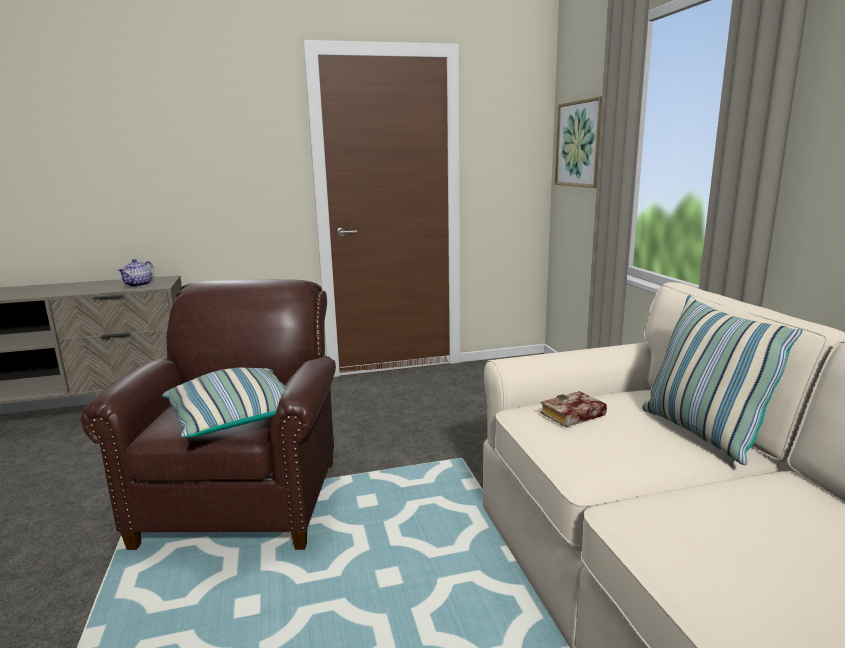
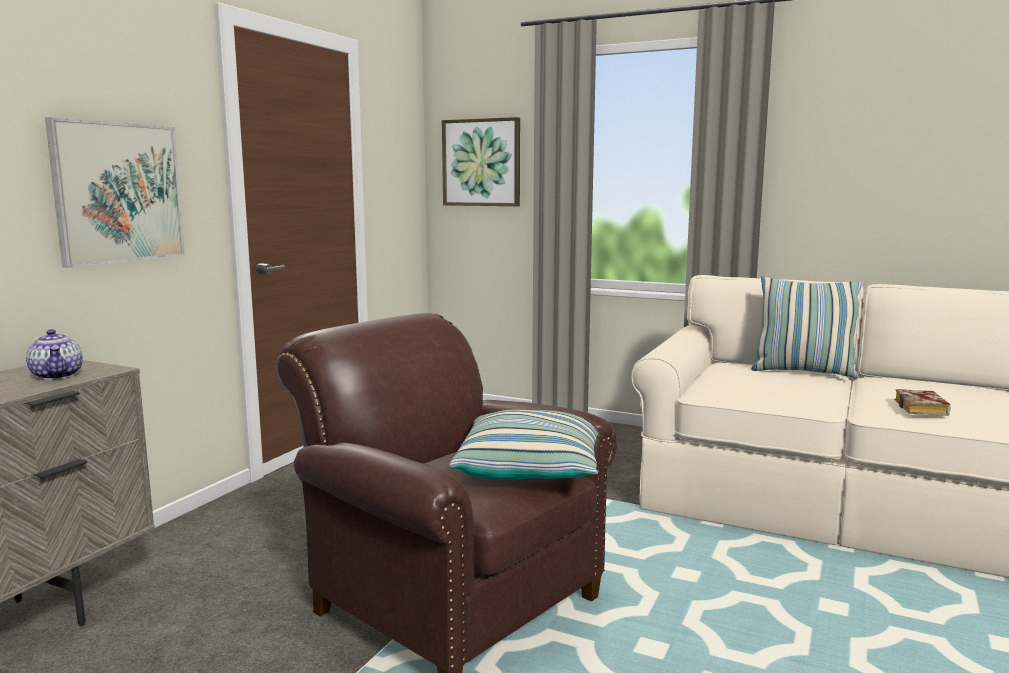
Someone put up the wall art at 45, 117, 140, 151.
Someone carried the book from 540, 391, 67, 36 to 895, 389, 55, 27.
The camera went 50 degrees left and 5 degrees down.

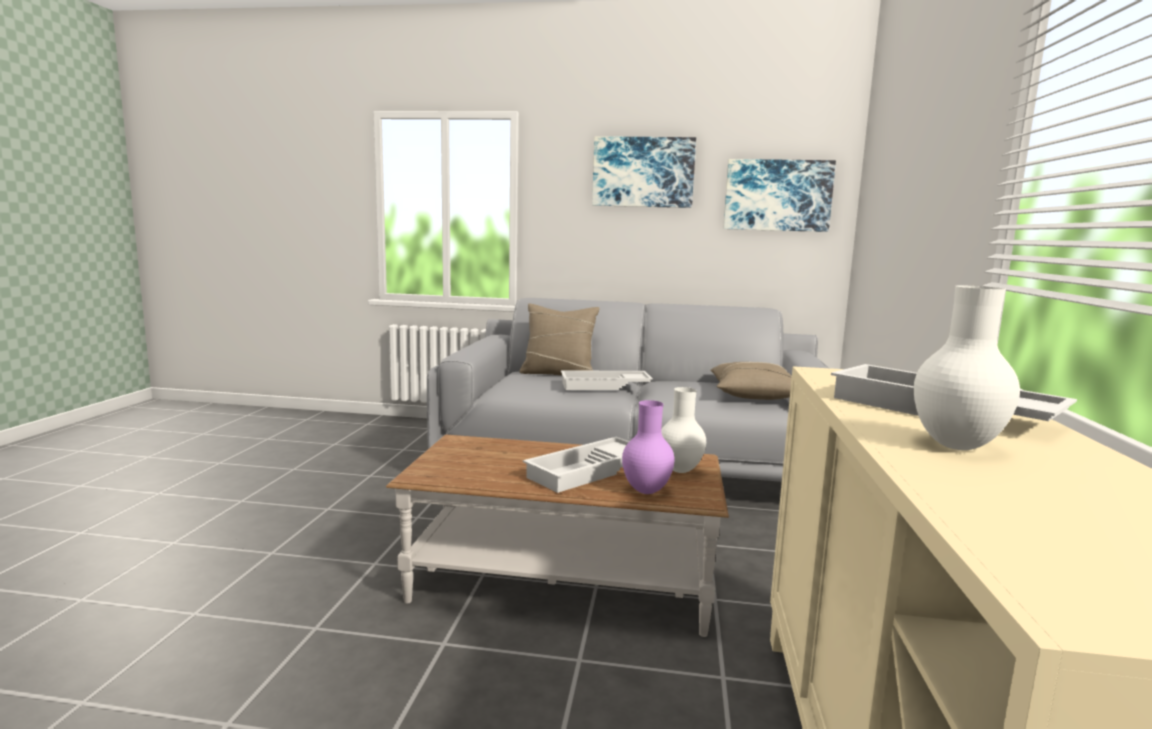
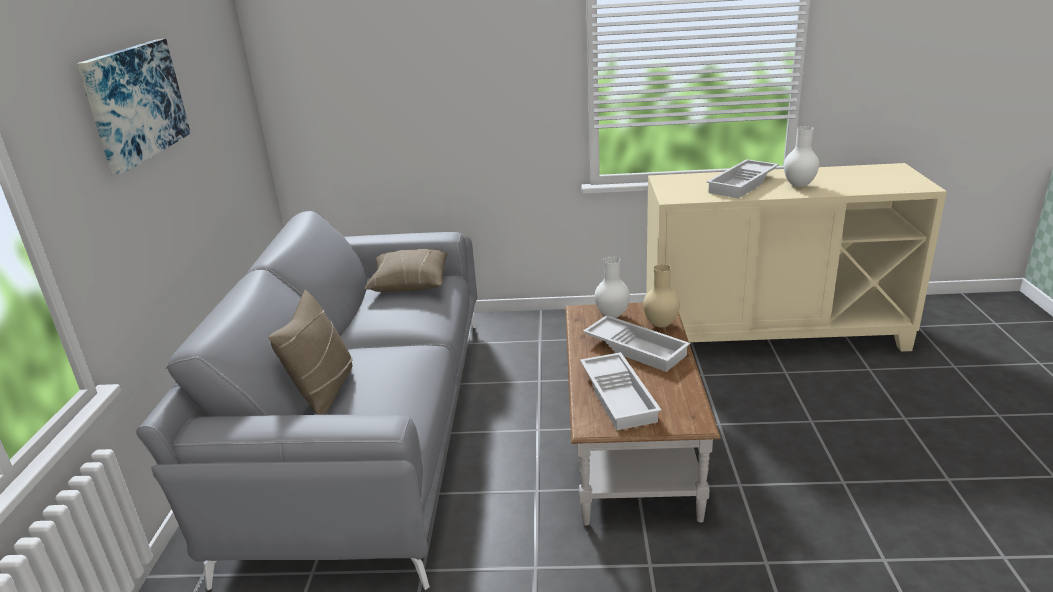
Someone took away the wall art at 723, 159, 113, 73.
Someone carried the white tray from 561, 370, 92, 20 to 580, 352, 82, 78.
Someone repainted the purple vase at 622, 400, 53, 94, which became the beige-coloured vase at 643, 264, 37, 64.
The camera went 95 degrees left and 15 degrees up.

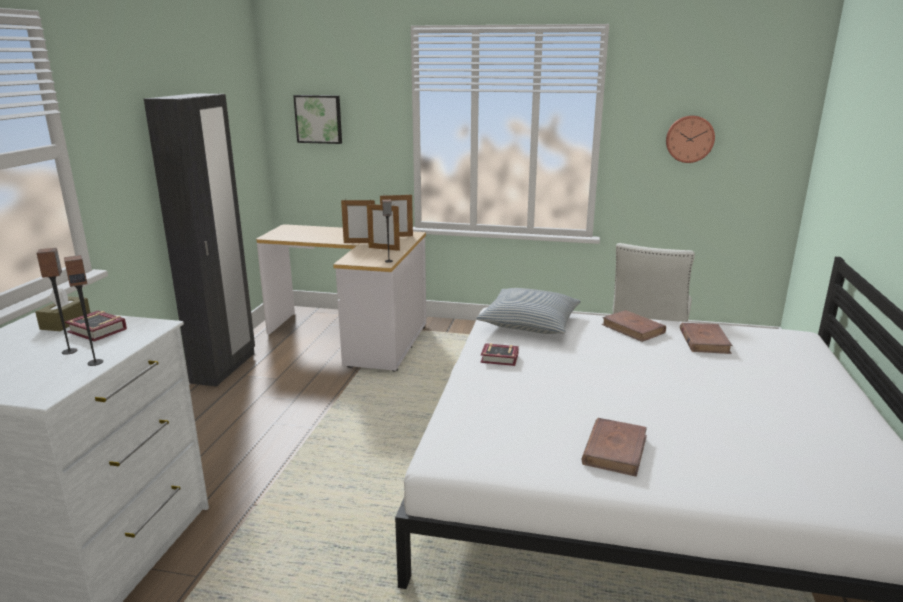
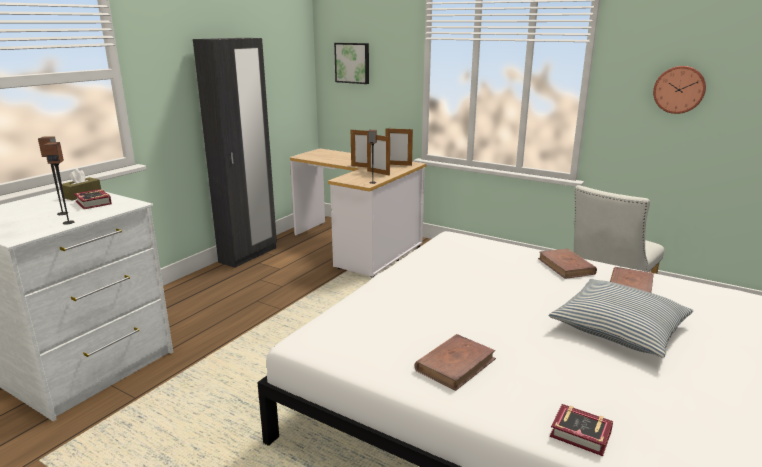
Someone carried the cushion from 476, 288, 105, 46 to 549, 279, 144, 79.
Someone carried the book from 481, 343, 38, 23 to 550, 404, 63, 52.
The camera went 20 degrees right and 0 degrees up.

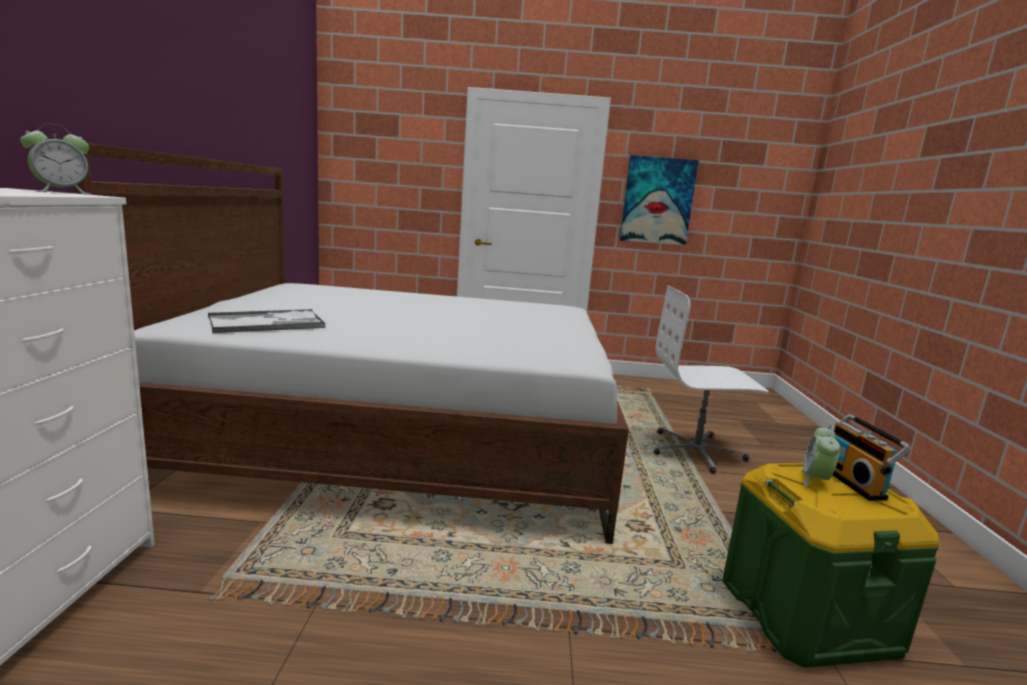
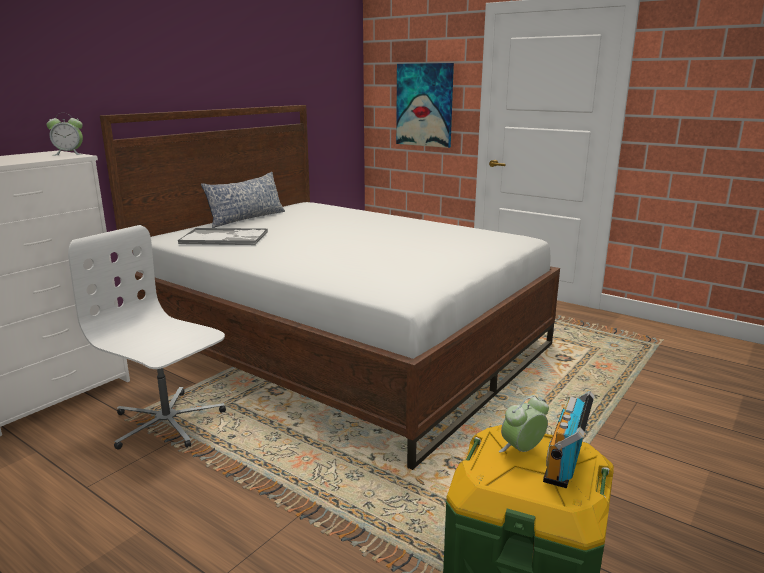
Someone put down the cushion at 201, 172, 84, 56.
Someone carried the wall art from 620, 155, 79, 91 to 396, 63, 58, 85.
Someone carried the white computer chair from 654, 285, 115, 189 to 68, 225, 158, 225.
The camera went 35 degrees right and 5 degrees up.

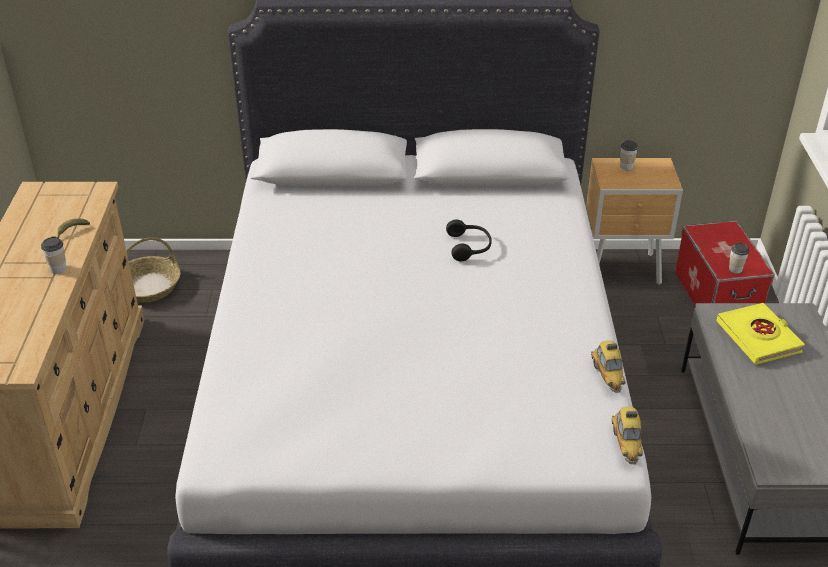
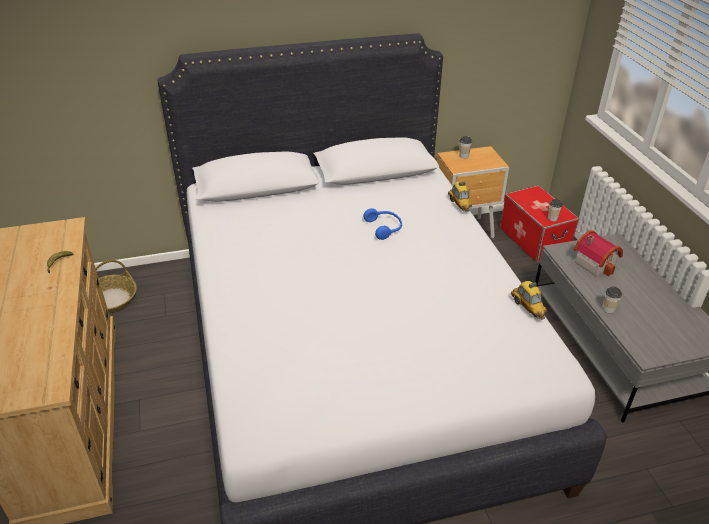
Someone carried the drinking cup from 41, 236, 26, 38 to 603, 286, 19, 27.
Someone carried the miniature car from 612, 407, 31, 57 to 448, 182, 24, 30.
Someone swapped the yellow book at 716, 303, 89, 62 for the miniature house at 574, 230, 49, 47.
Someone repainted the black headphones at 446, 219, 46, 42, which became the blue headphones at 363, 208, 39, 32.
The camera went 15 degrees left and 0 degrees up.

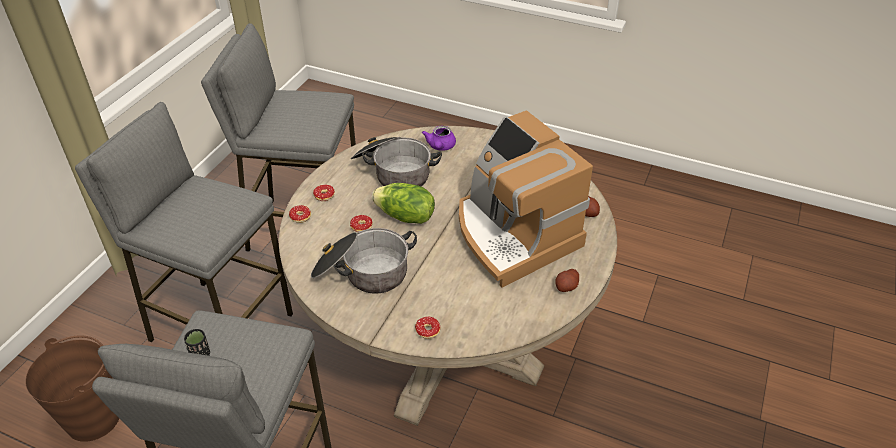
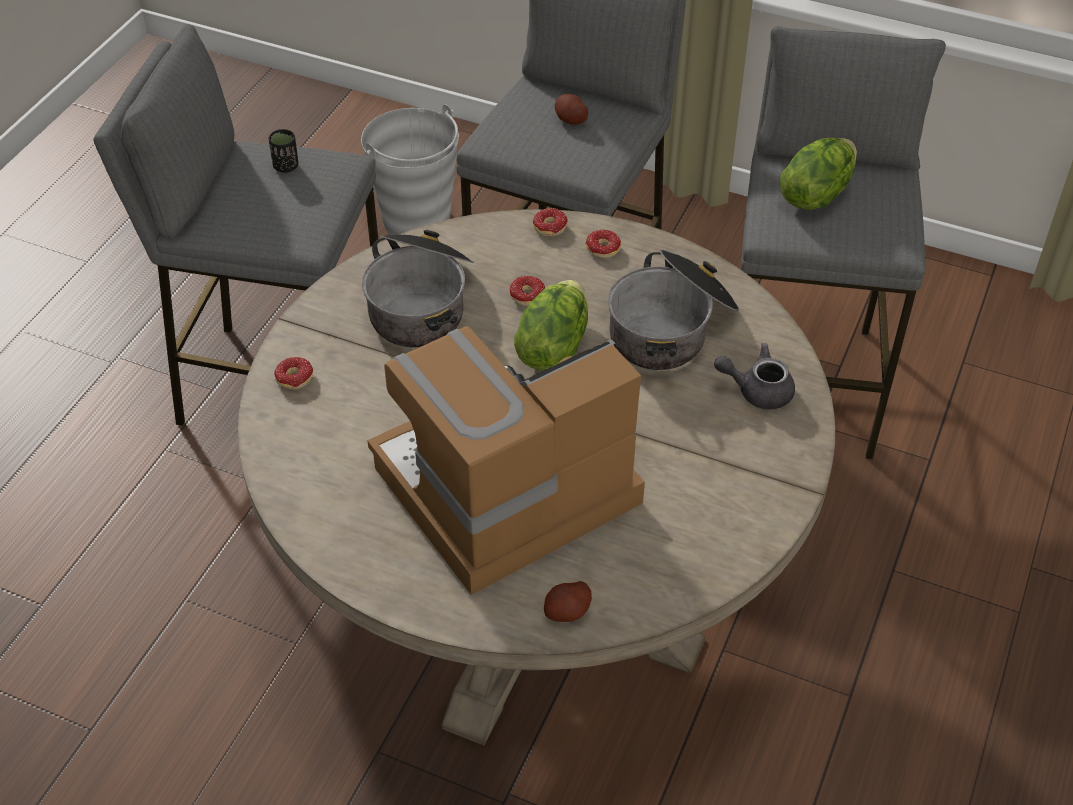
Someone put down the lettuce head at 780, 137, 77, 73.
Someone carried the potato from 555, 269, 24, 23 to 555, 94, 33, 31.
Someone repainted the brown water bucket at 25, 335, 94, 107, which became the gray water bucket at 361, 105, 98, 130.
Someone repainted the purple teapot at 422, 126, 34, 25, which became the gray teapot at 714, 343, 81, 67.
The camera went 90 degrees right and 5 degrees up.

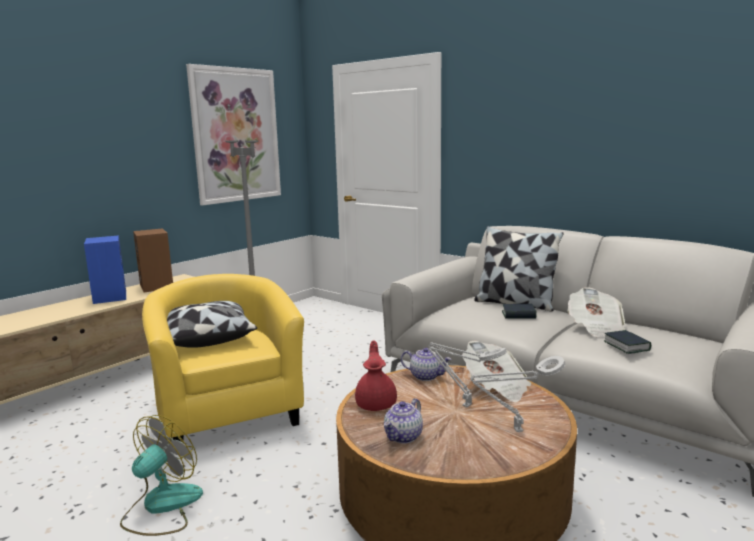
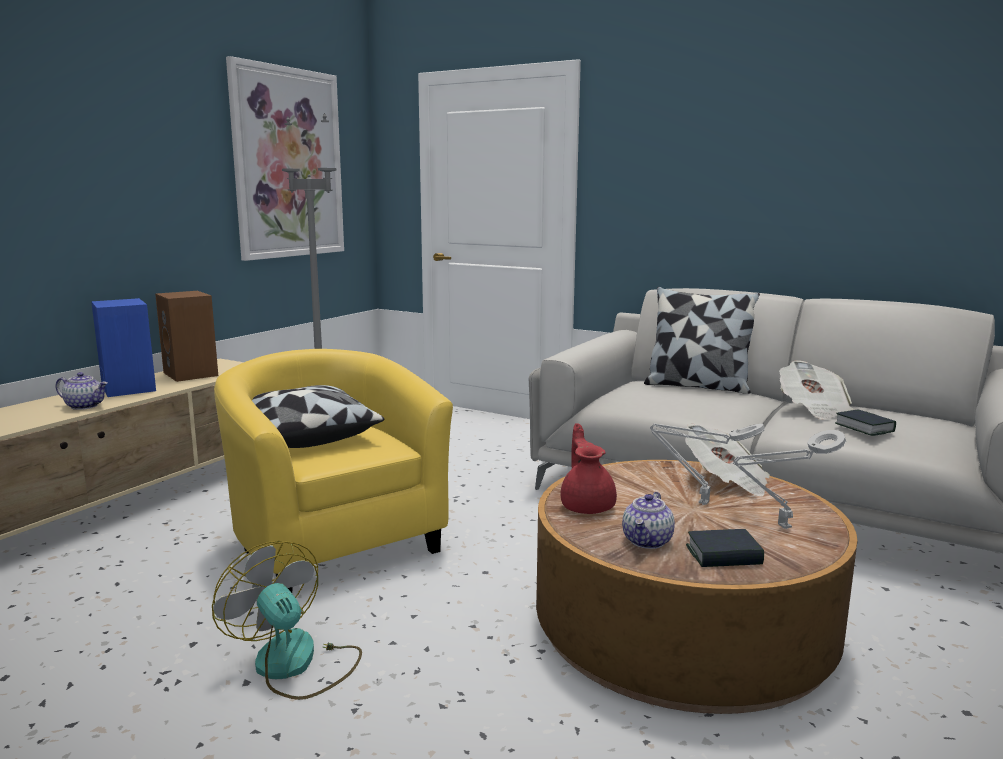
Someone carried the teapot from 401, 348, 50, 33 to 56, 372, 52, 38.
Someone carried the book from 502, 304, 34, 15 to 686, 529, 78, 38.
Someone rotated the fan at 120, 415, 83, 121 by 60 degrees counterclockwise.
The camera went 10 degrees left and 0 degrees up.

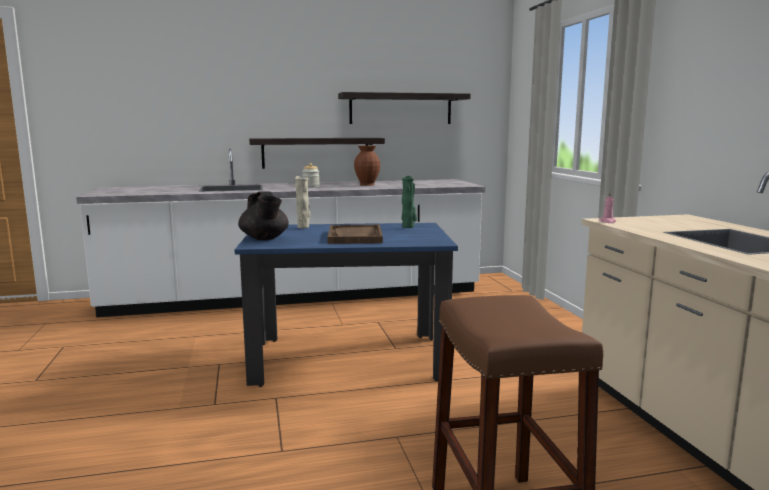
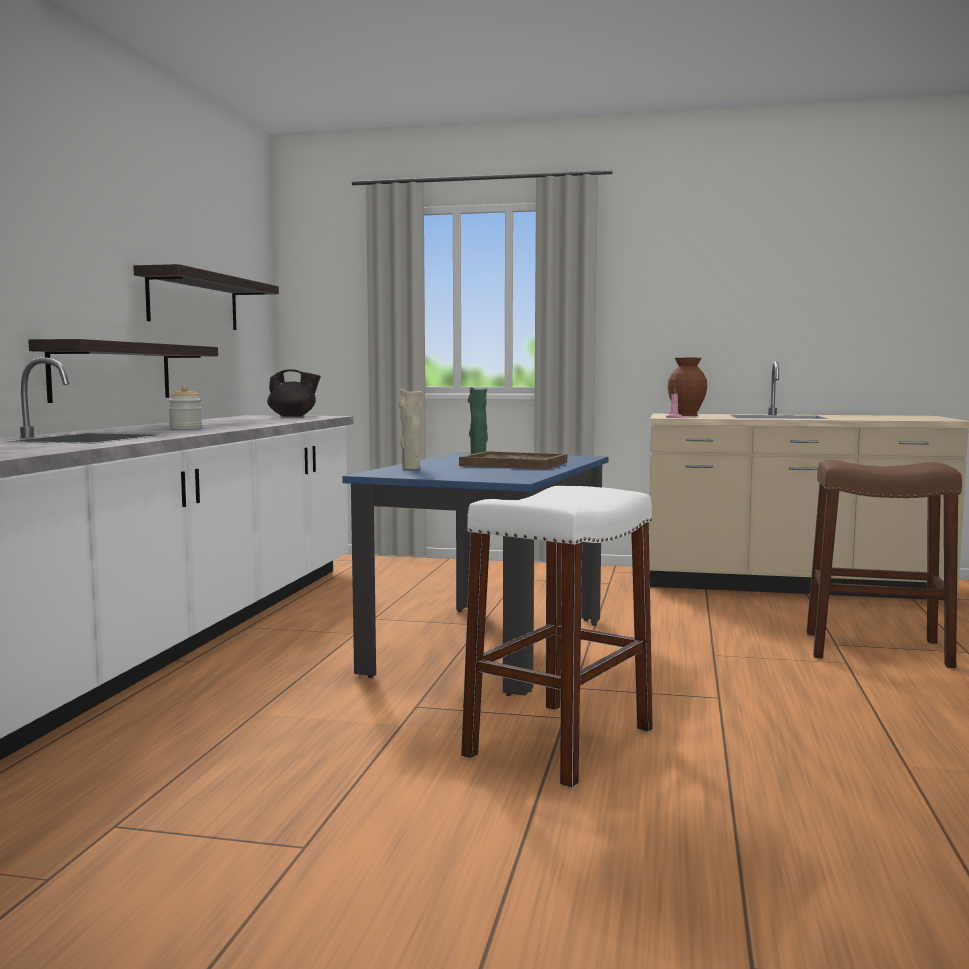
Someone put down the white stool seat at 461, 486, 192, 302.
Someone carried the black teapot from 238, 191, 51, 49 to 267, 369, 54, 48.
Someone carried the brown vase from 354, 146, 26, 40 to 667, 358, 40, 58.
The camera went 65 degrees left and 5 degrees down.

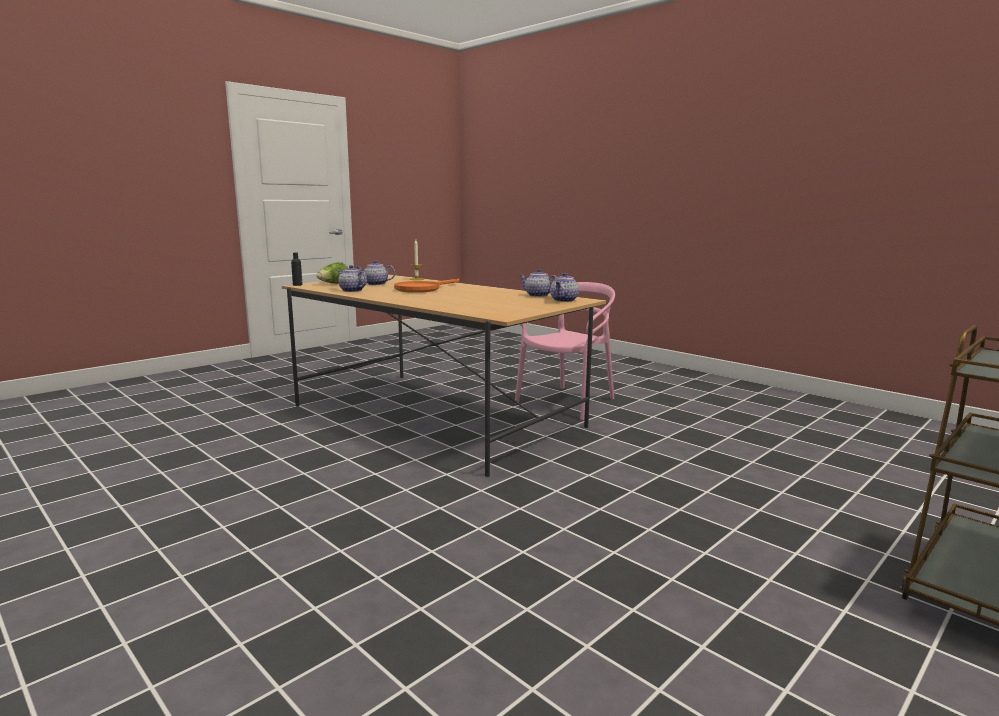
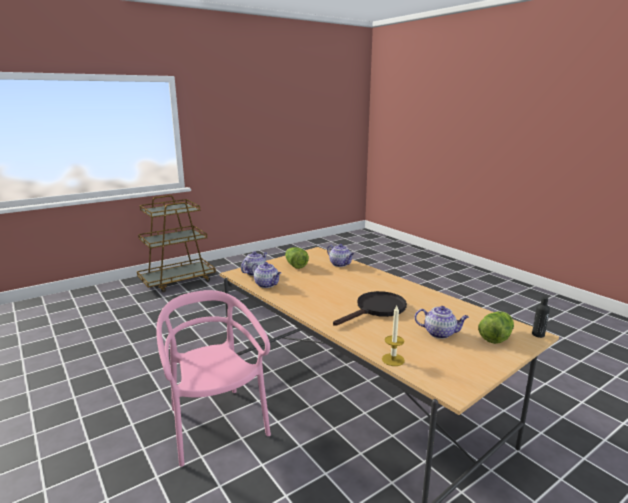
Someone put down the lettuce head at 285, 247, 24, 22.
Someone carried the teapot from 338, 265, 29, 27 to 327, 244, 27, 23.
Someone repainted the orangey frying pan at 394, 279, 65, 14, which became the black frying pan at 333, 291, 74, 35.
Someone rotated the pink upright chair at 514, 282, 101, 138 by 105 degrees clockwise.
The camera went 170 degrees left and 5 degrees up.

